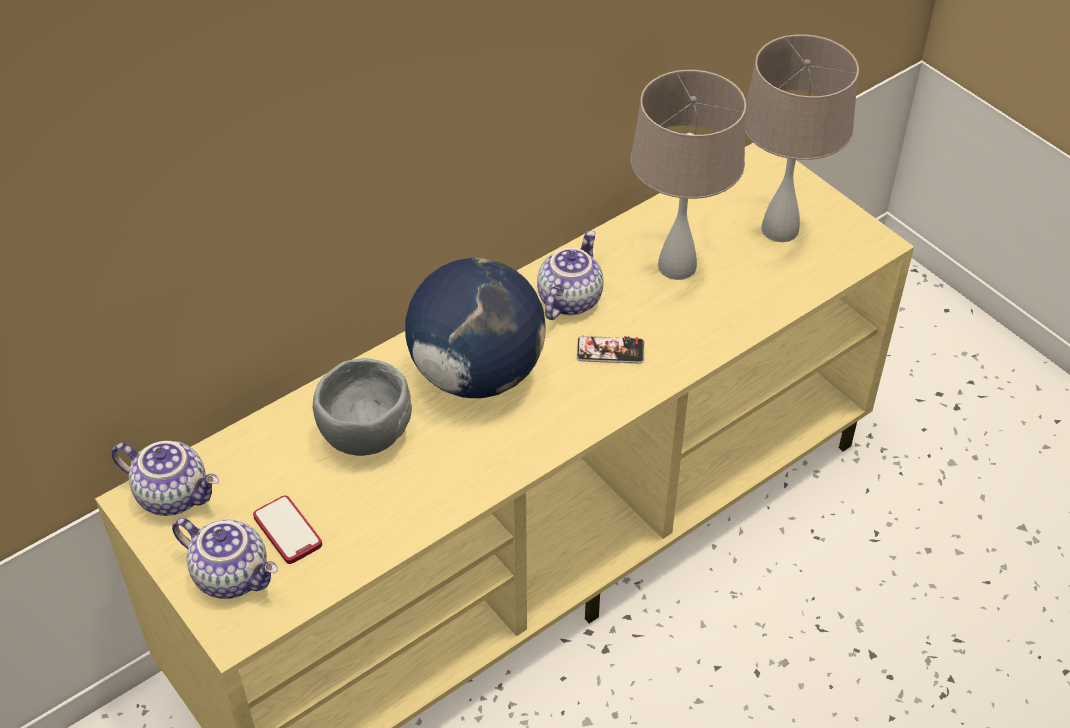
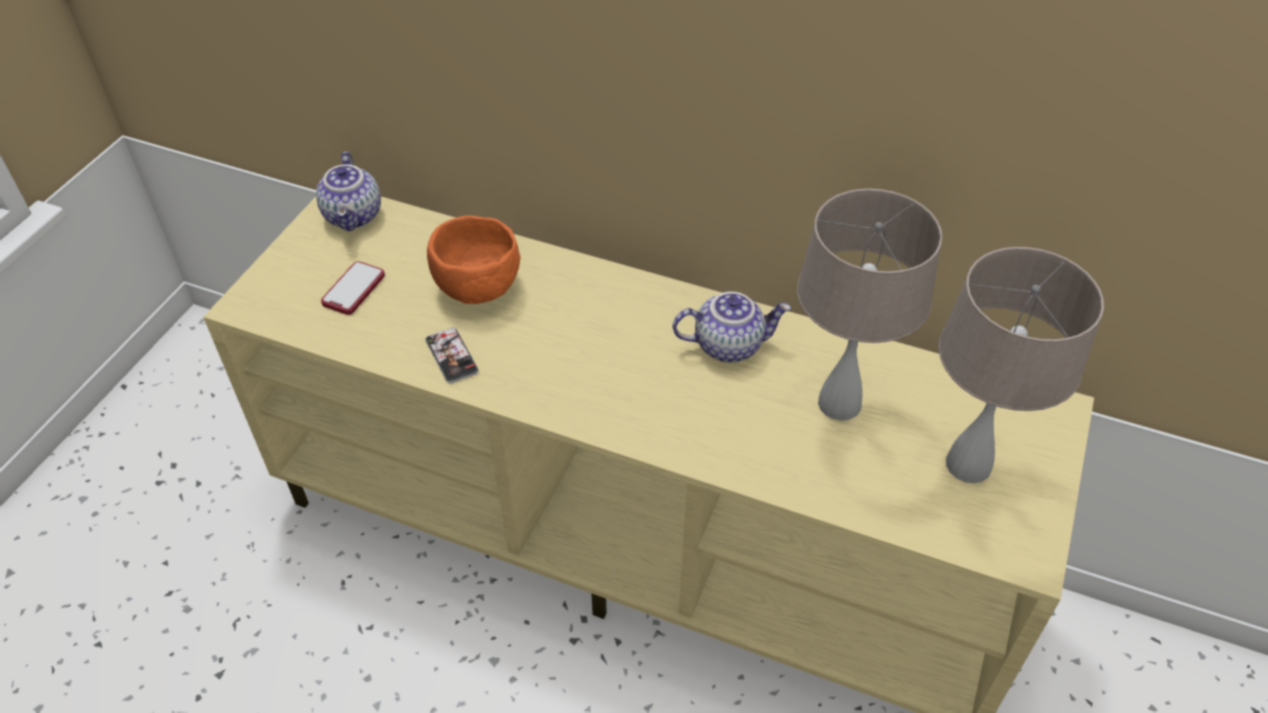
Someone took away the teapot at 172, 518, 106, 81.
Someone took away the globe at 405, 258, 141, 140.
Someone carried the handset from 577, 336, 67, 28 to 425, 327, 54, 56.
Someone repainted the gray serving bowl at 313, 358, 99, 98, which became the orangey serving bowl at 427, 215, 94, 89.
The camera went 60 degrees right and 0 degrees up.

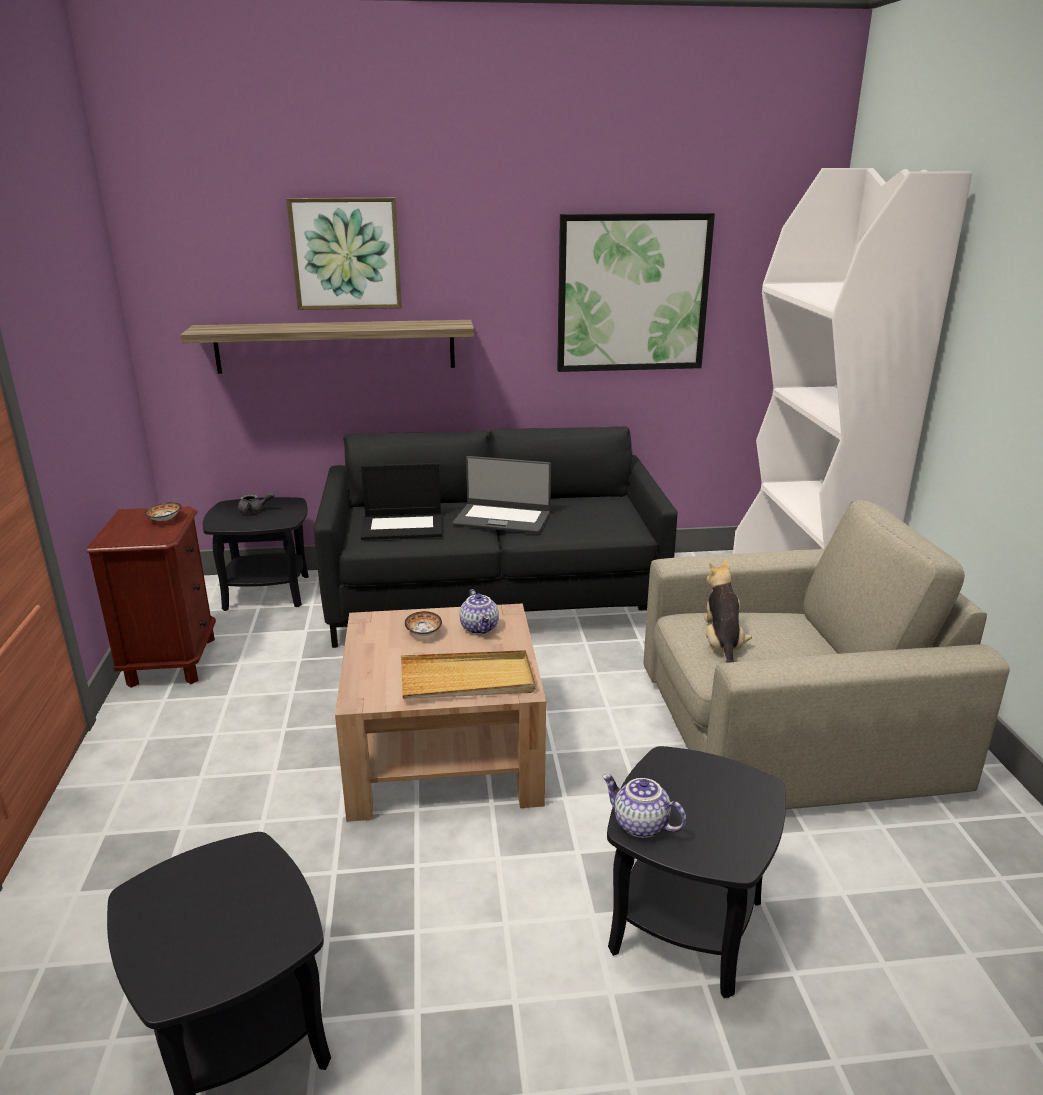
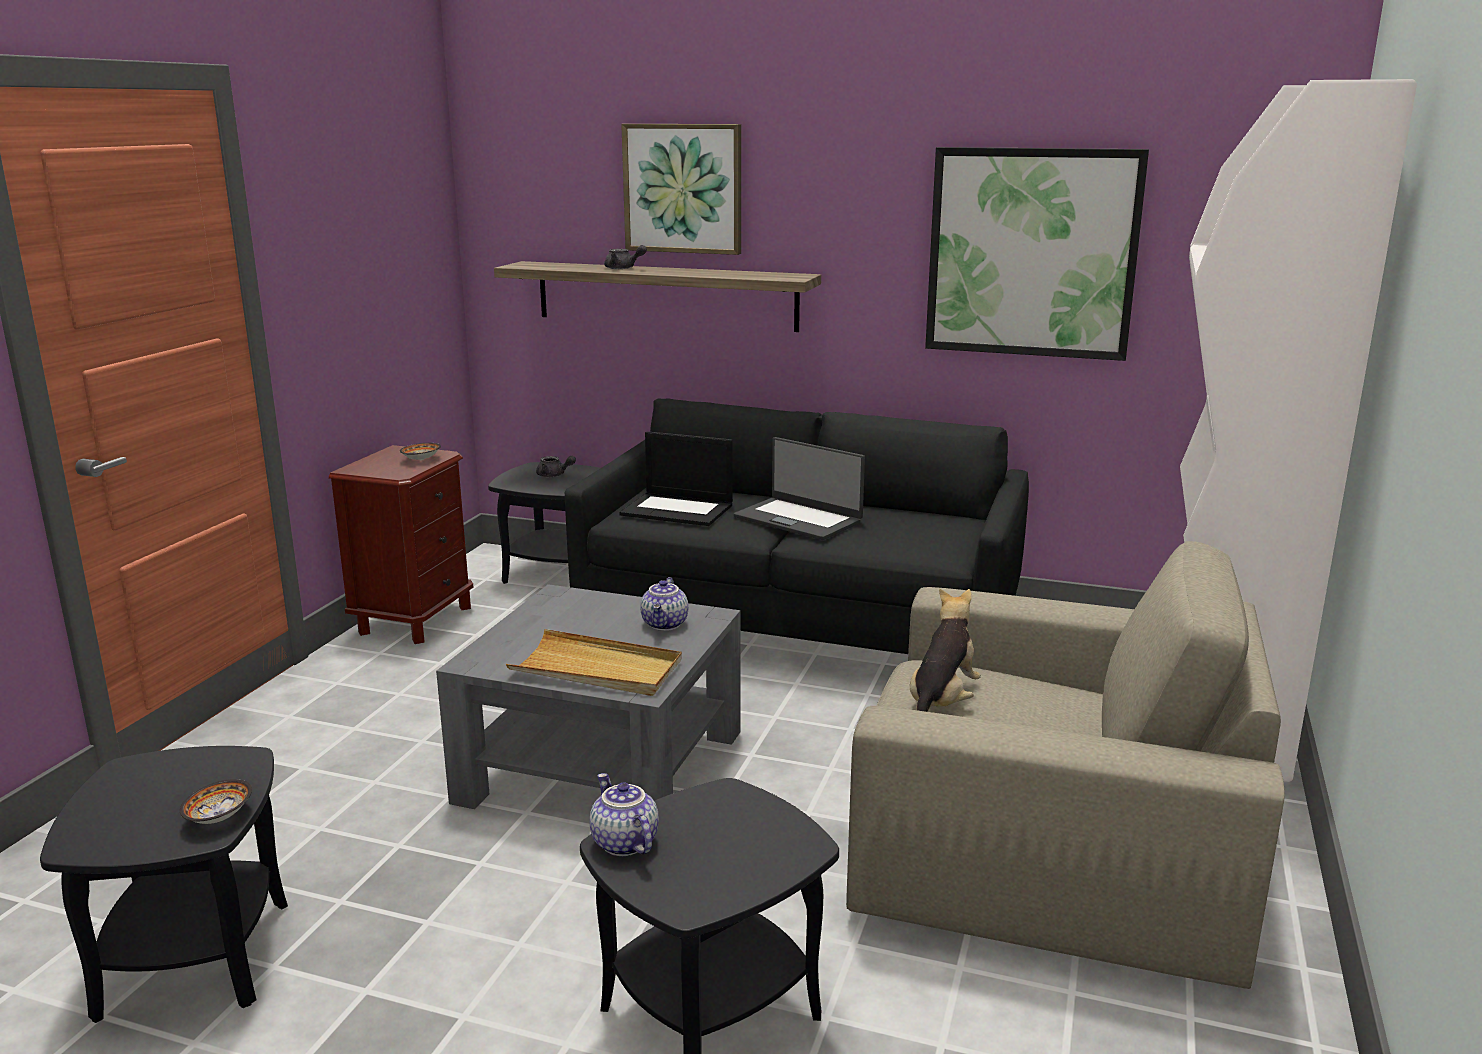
Someone put down the gray teapot at 604, 245, 43, 24.
Someone carried the serving bowl from 405, 611, 37, 25 to 180, 779, 72, 45.
Someone repainted the brown lounge table at 335, 604, 211, 218, which became the gray lounge table at 436, 584, 304, 225.
The camera went 25 degrees right and 5 degrees down.

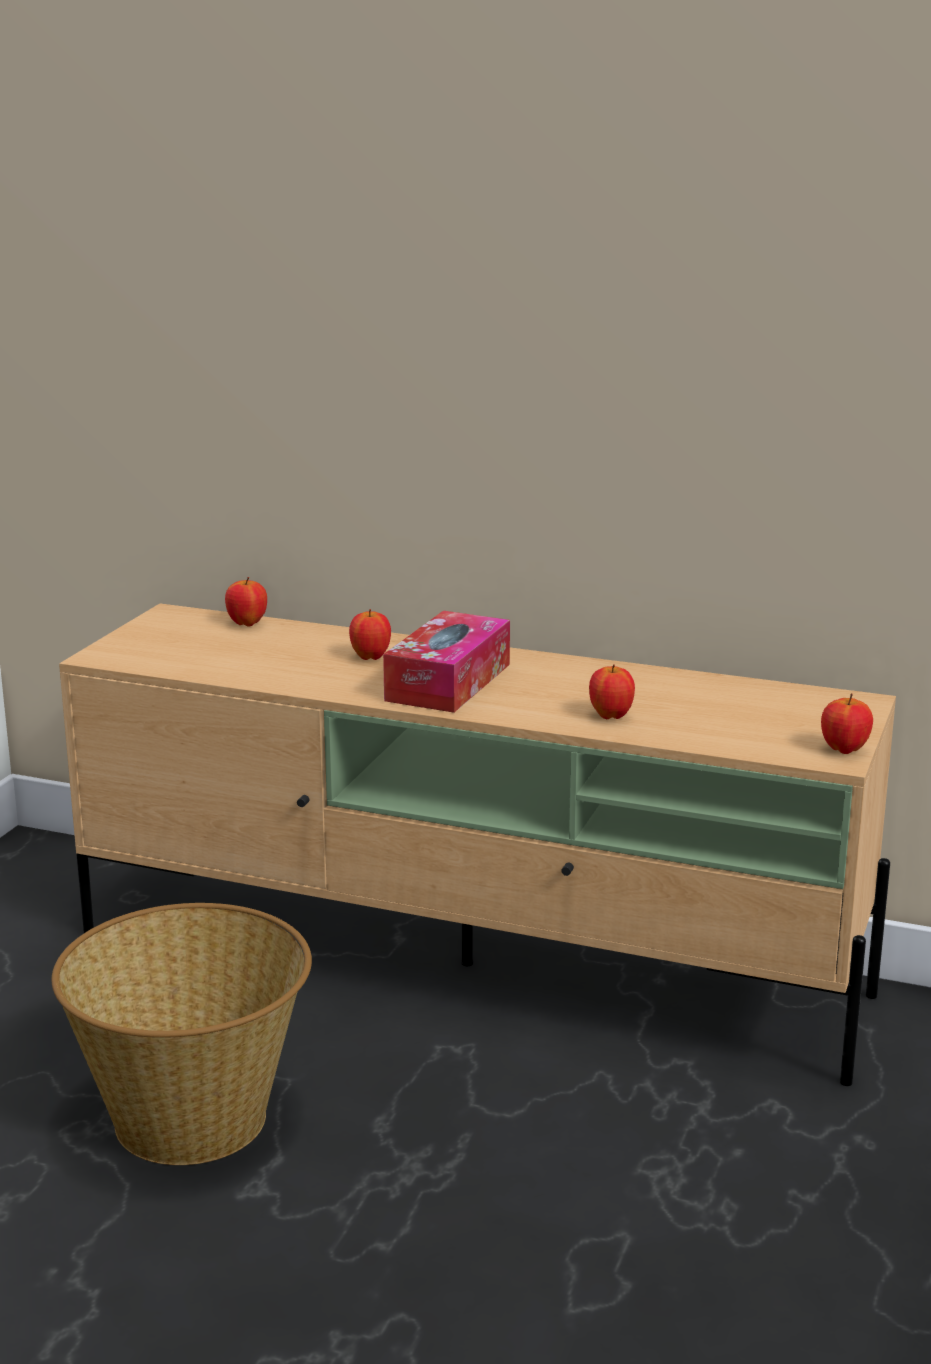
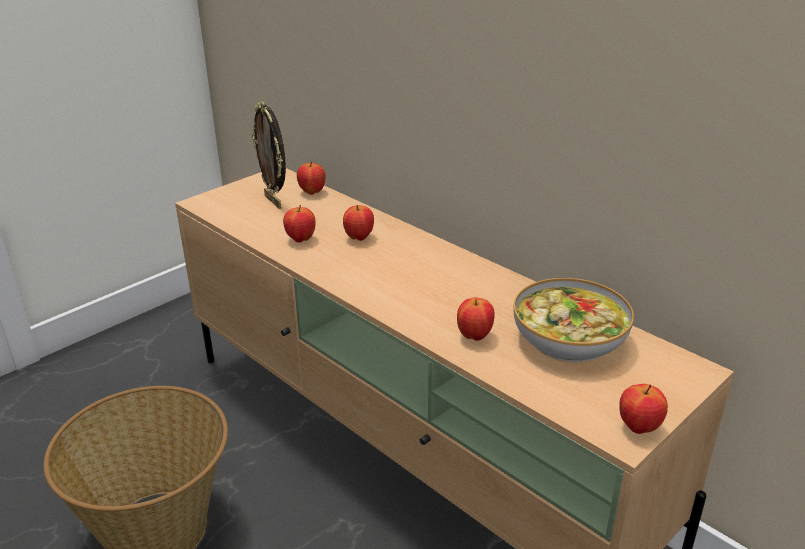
Someone took away the tissue holder at 383, 611, 127, 102.
Someone put down the standing frame at 252, 101, 34, 108.
Someone put down the whole apple at 283, 205, 33, 38.
Someone put down the serving bowl at 513, 278, 121, 84.
The camera went 25 degrees right and 10 degrees up.

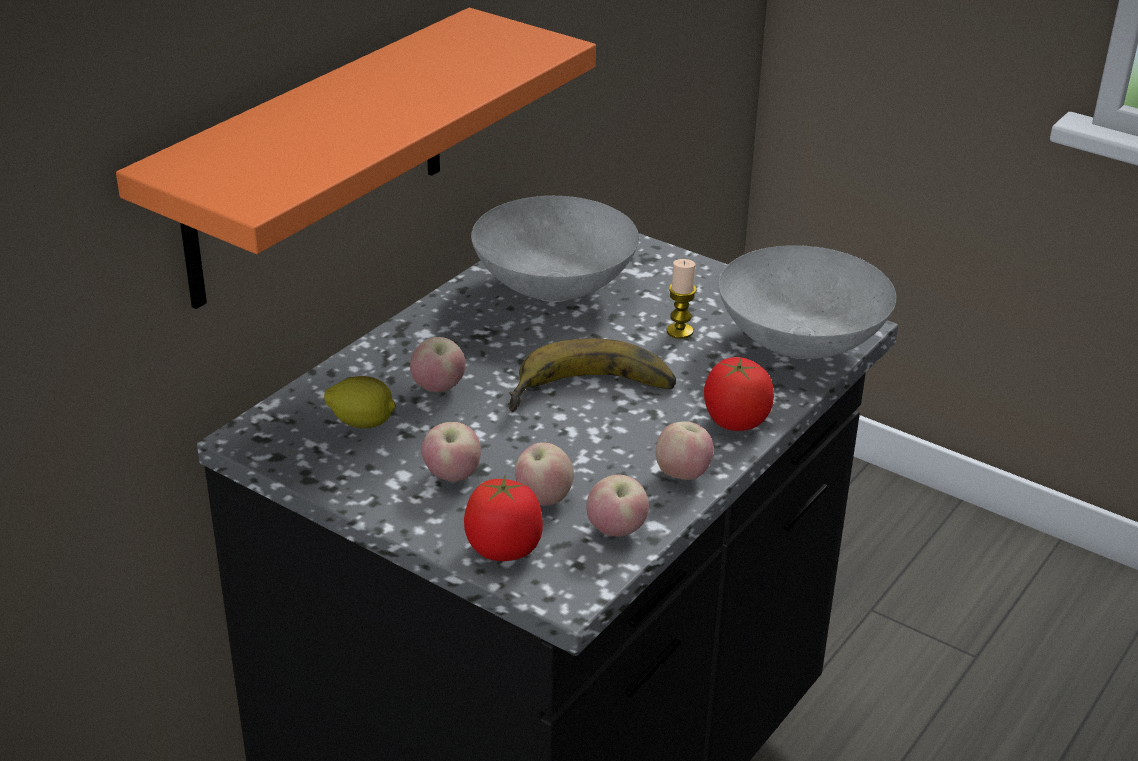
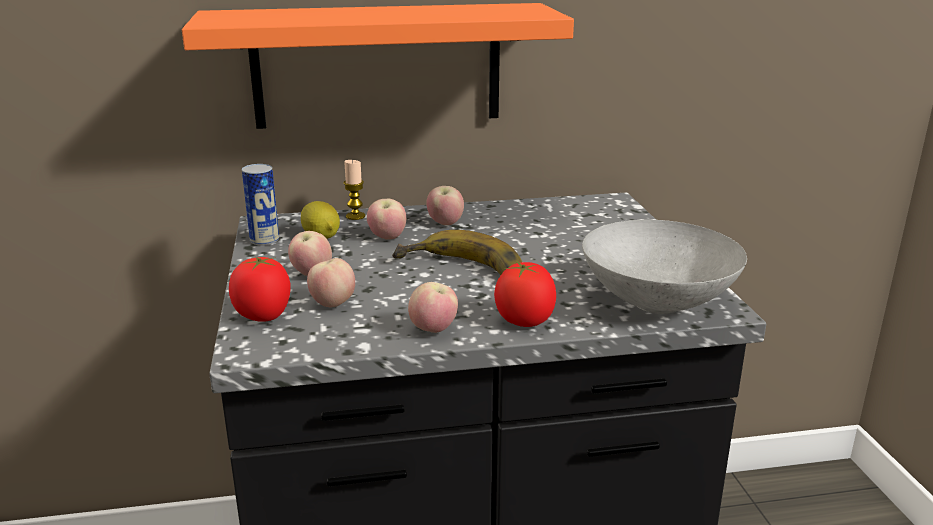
Someone took away the gray serving bowl at 471, 196, 168, 106.
Someone put down the can at 242, 164, 37, 82.
Someone carried the whole apple from 586, 474, 63, 63 to 426, 186, 38, 39.
Someone carried the wax light from 667, 259, 30, 80 to 344, 160, 21, 60.
The camera went 45 degrees right and 10 degrees down.

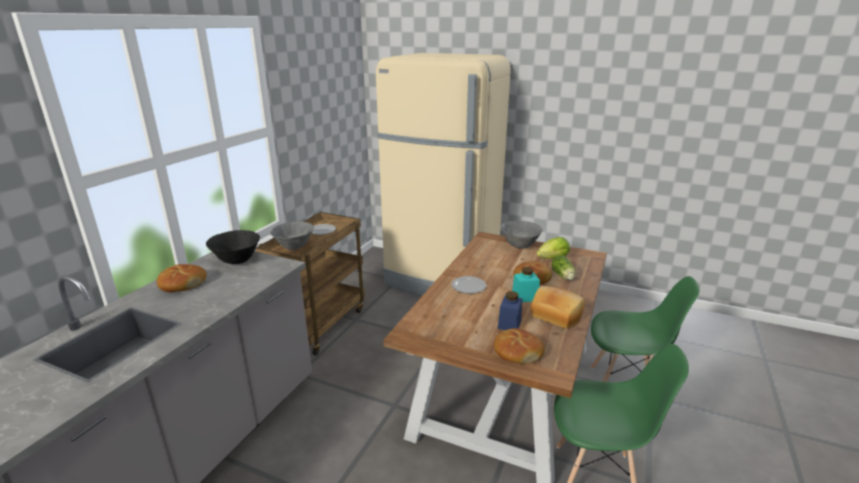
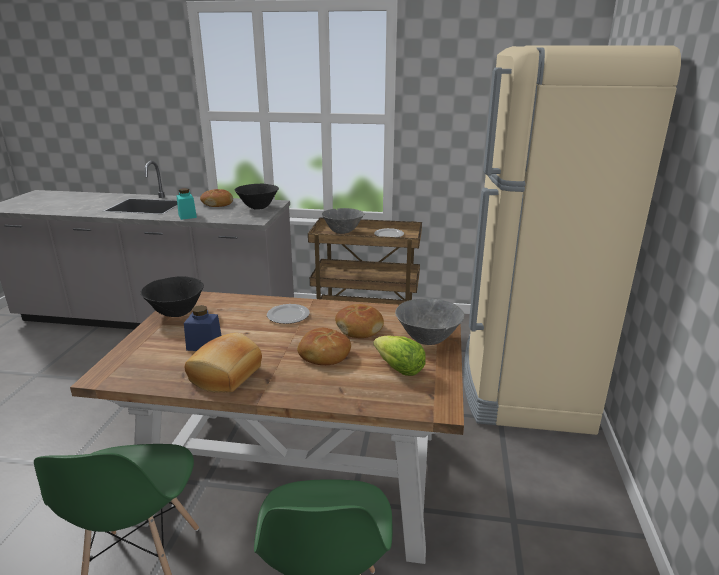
Someone took away the lettuce head at 551, 255, 24, 25.
Someone put down the black serving bowl at 141, 276, 63, 41.
Someone carried the bread from 494, 328, 51, 36 to 335, 304, 49, 34.
Someone carried the blue-green storage jar from 512, 267, 28, 35 to 176, 188, 21, 32.
The camera went 75 degrees right and 0 degrees up.

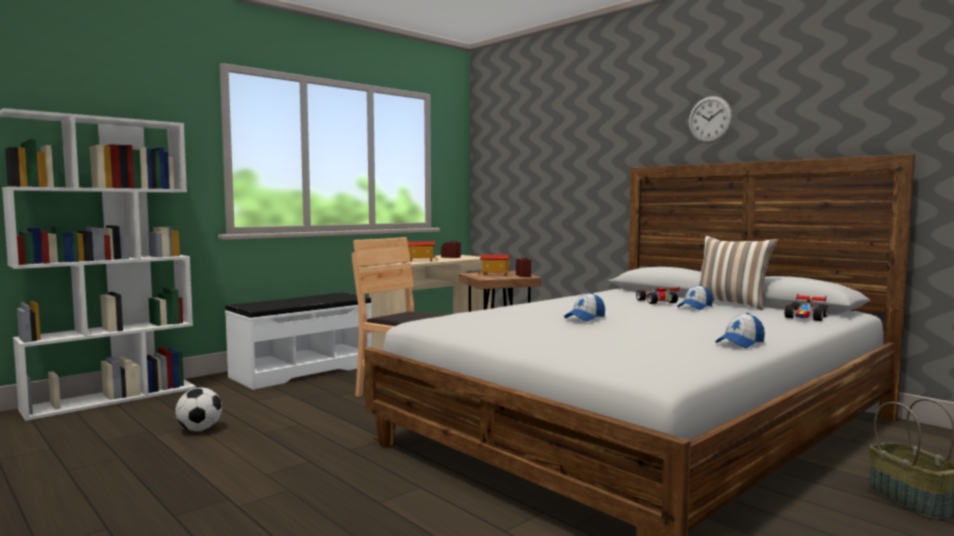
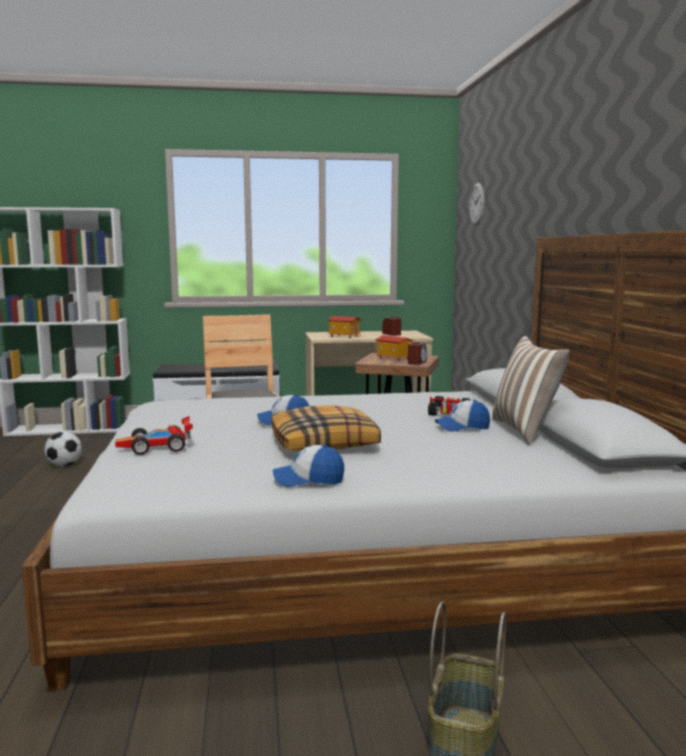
Someone put down the cushion at 271, 405, 110, 46.
Someone carried the wall clock from 689, 96, 44, 47 to 469, 183, 15, 42.
Someone carried the miniature car from 784, 294, 44, 27 to 115, 416, 78, 39.
The camera went 35 degrees right and 5 degrees up.

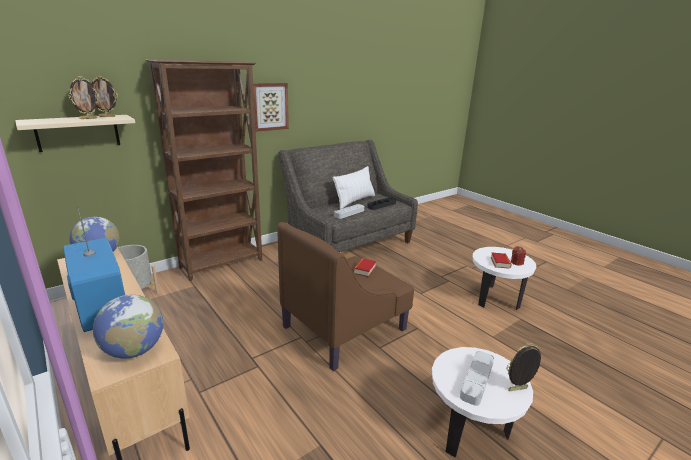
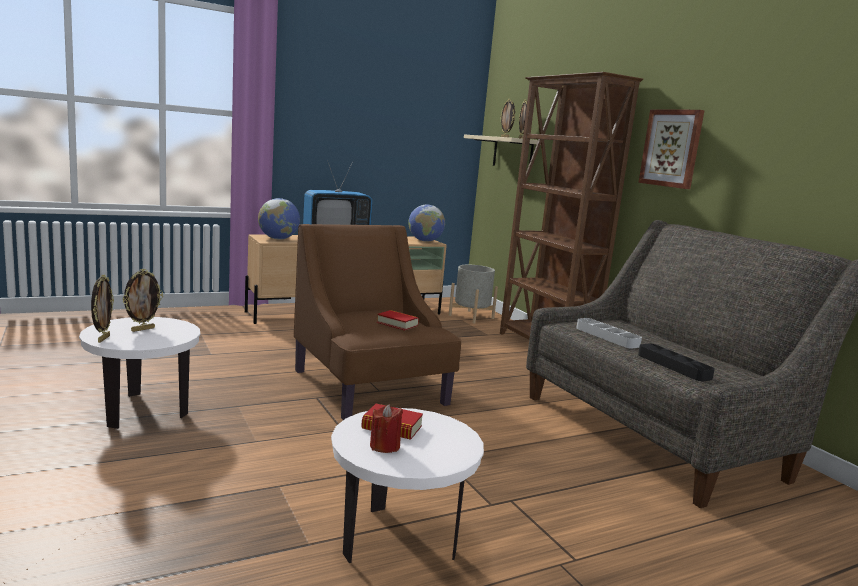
Someone took away the white cushion at 333, 166, 42, 43.
Someone swapped the gray tray at 460, 351, 34, 55 for the standing frame at 122, 269, 41, 63.
The camera went 100 degrees right and 10 degrees down.

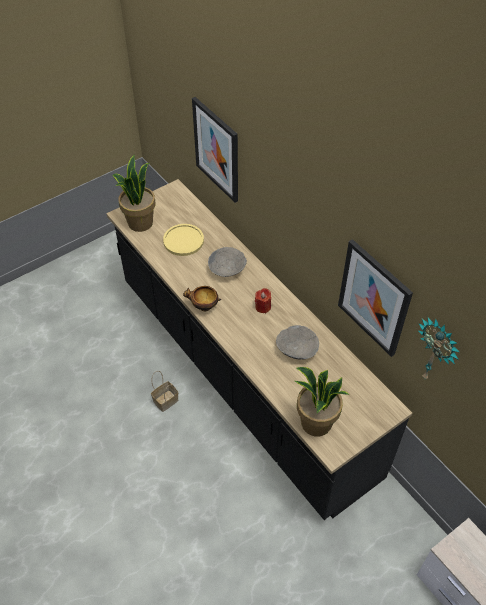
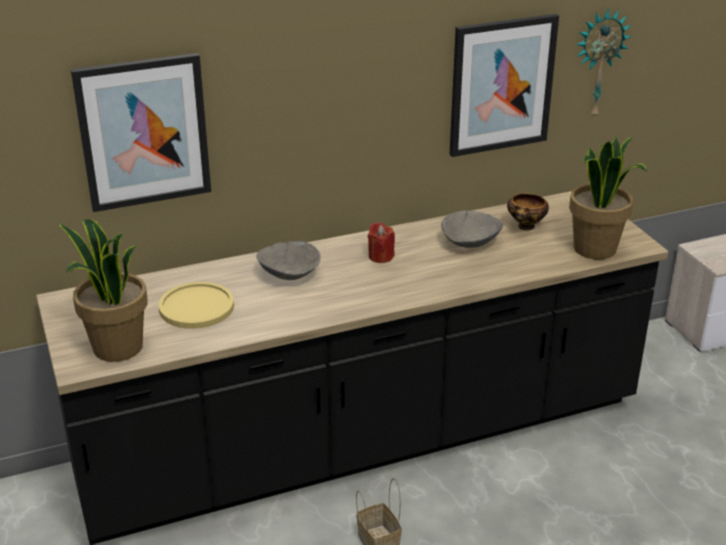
Someone carried the serving bowl from 183, 286, 38, 25 to 507, 193, 42, 37.
The camera went 75 degrees left and 20 degrees down.

